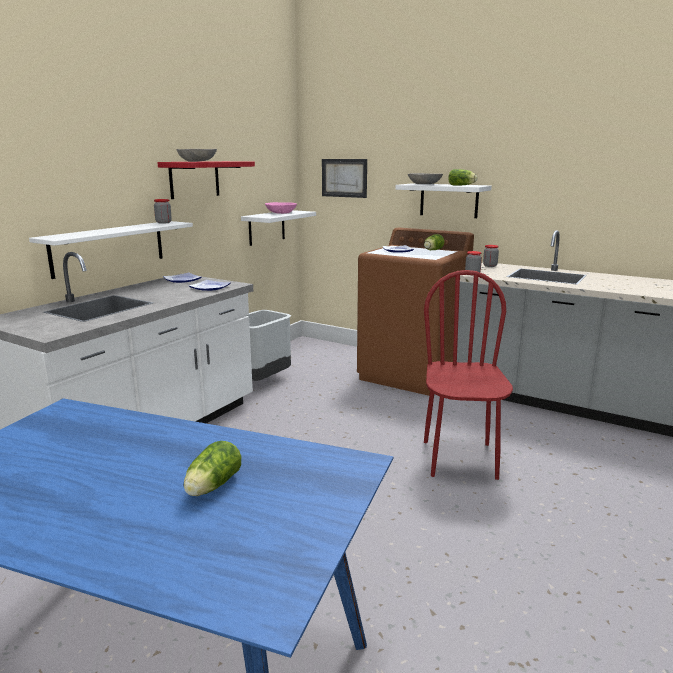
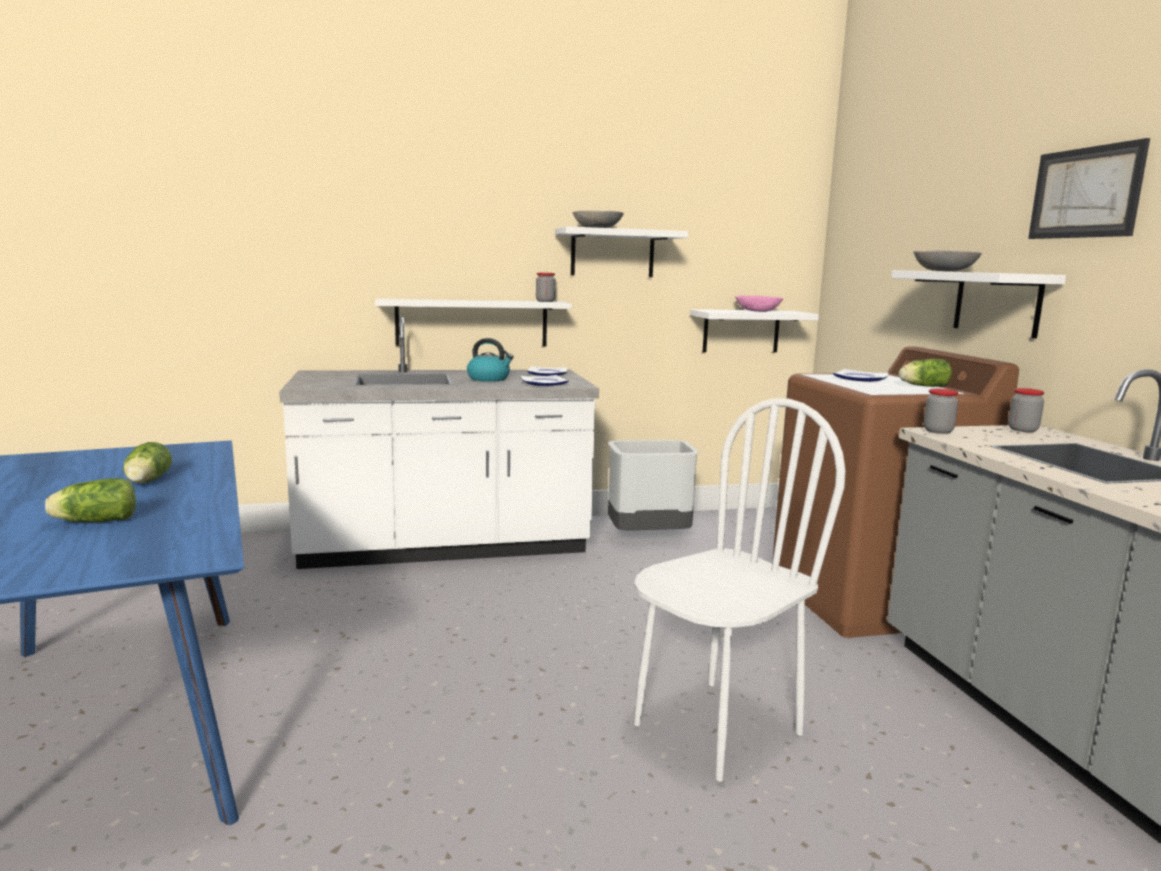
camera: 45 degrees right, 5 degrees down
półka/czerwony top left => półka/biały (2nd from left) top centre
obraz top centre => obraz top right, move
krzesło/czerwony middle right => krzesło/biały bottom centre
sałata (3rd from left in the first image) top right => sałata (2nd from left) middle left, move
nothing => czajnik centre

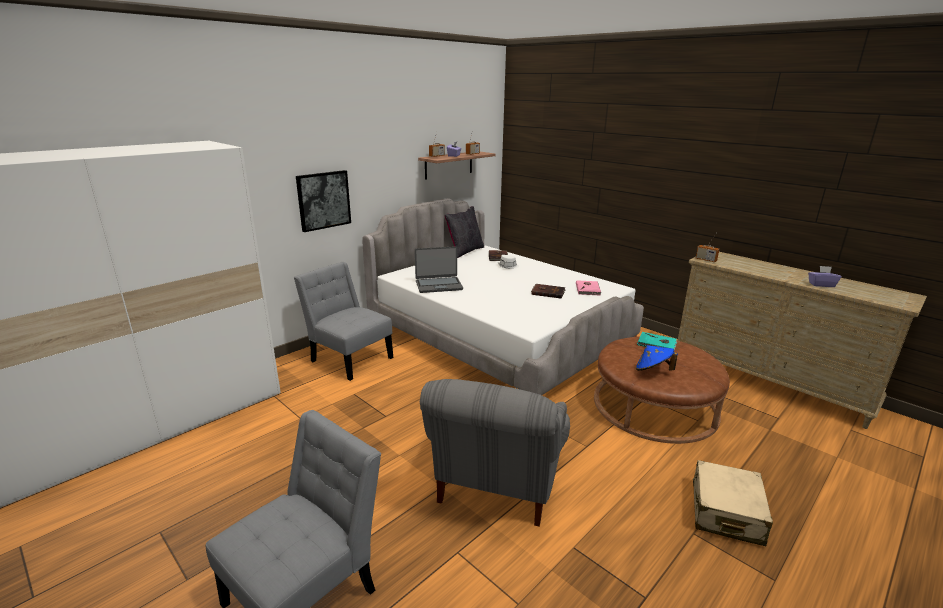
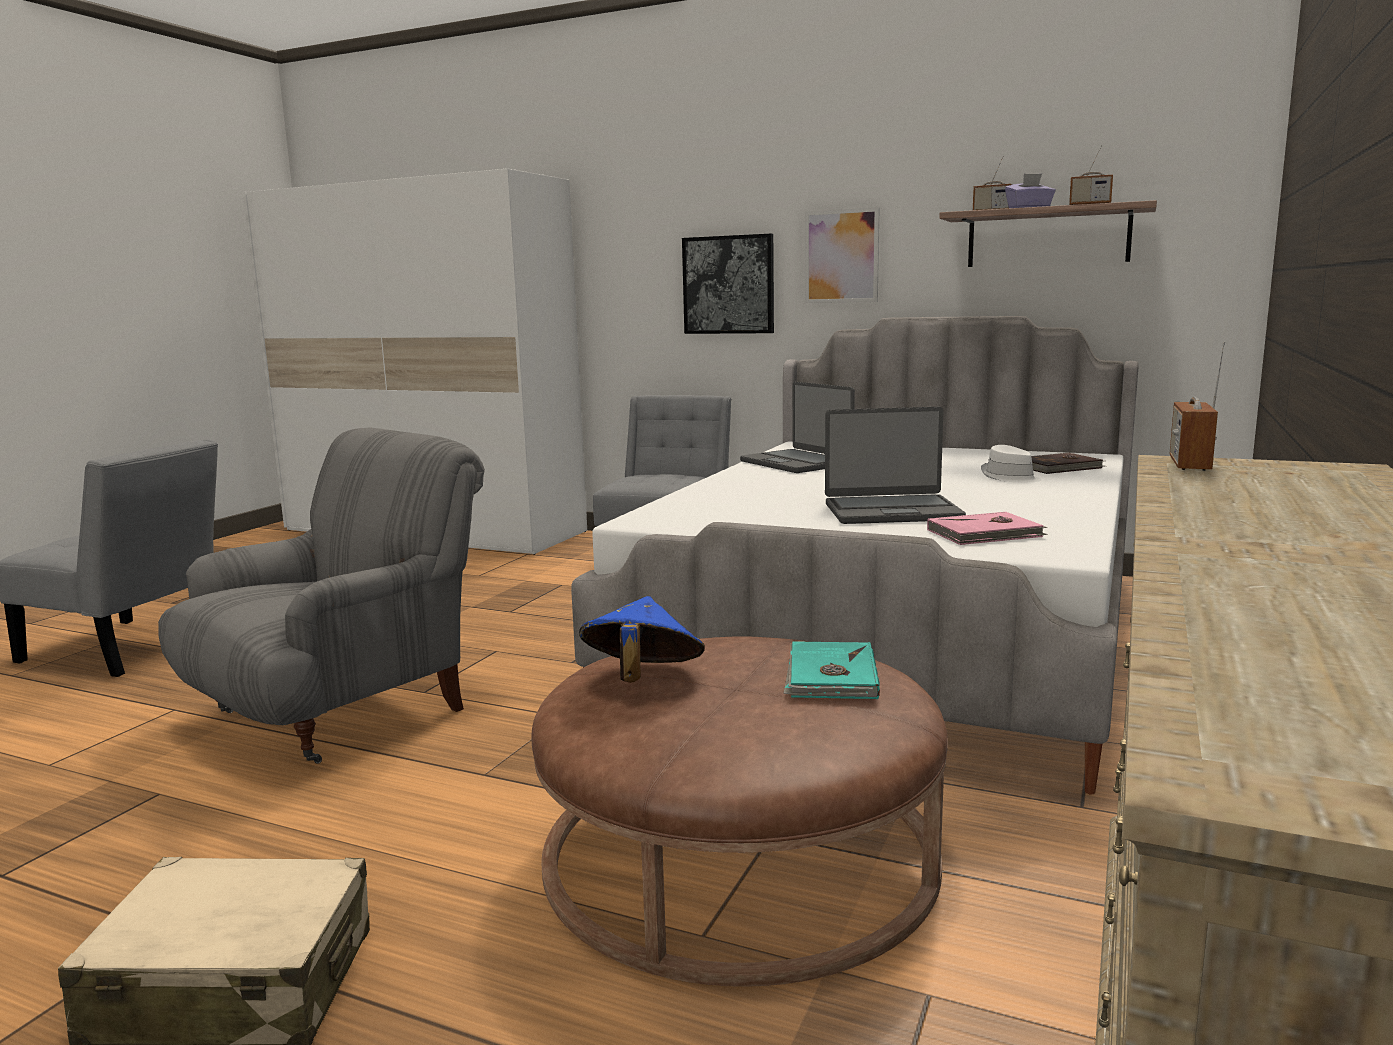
camera: 70 degrees right, 10 degrees down
fotel/szary bottom centre => fotel/szary middle left, 135 degrees clockwise
poduszka/czarny centre => nothing
książka/brązowy (2nd from left) centre => laptop (2nd from left) centre
pudełko chusteczek/fioletowy (2nd from left) middle right => nothing
nothing => obraz (2nd from left) top centre

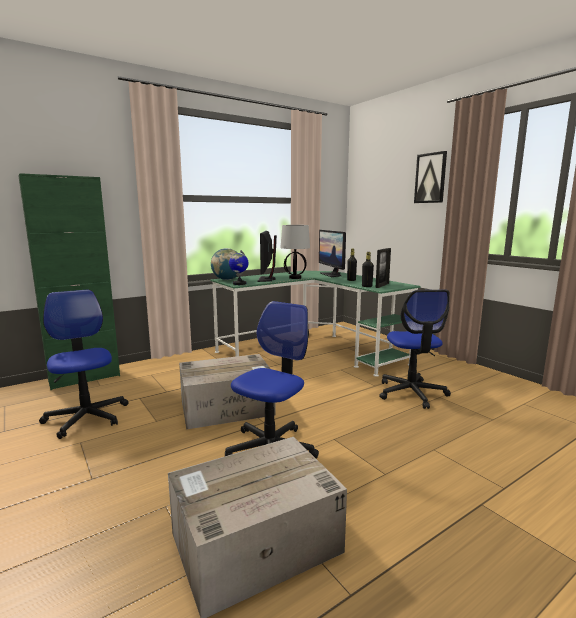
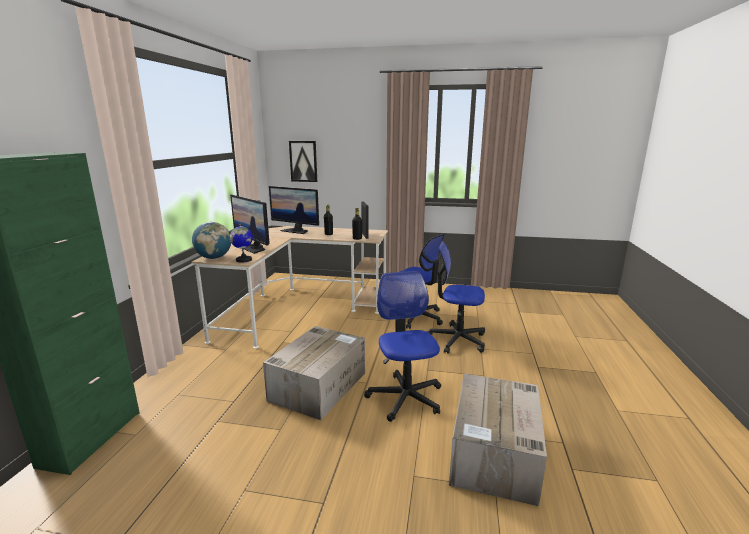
camera: 45 degrees left, 5 degrees up
krzesło biurowe (1st from left in the first image) middle left => krzesło biurowe (3rd from left) centre, move
biurko/zielony centre => biurko/beżowy centre
lampa stołowa centre => nothing
obraz top right => obraz top centre, move

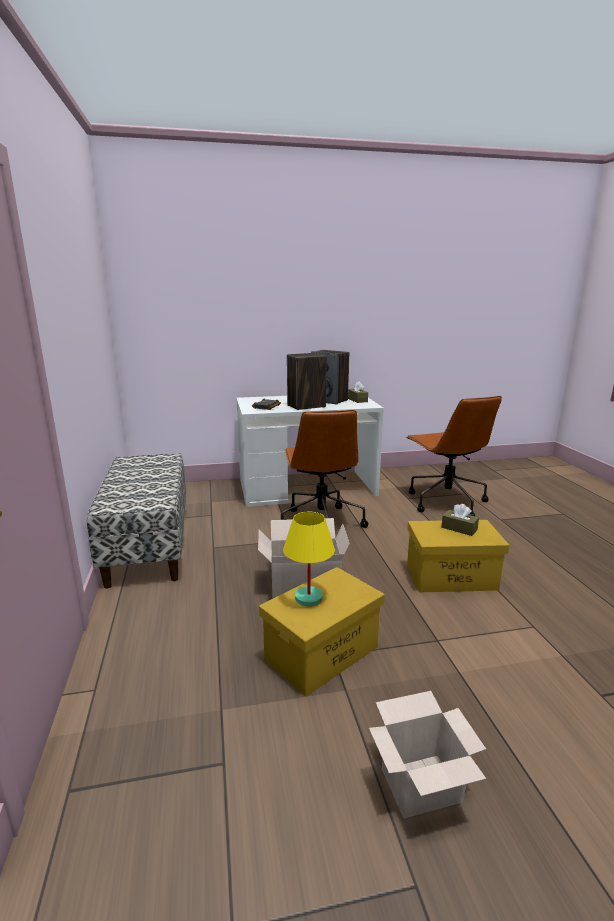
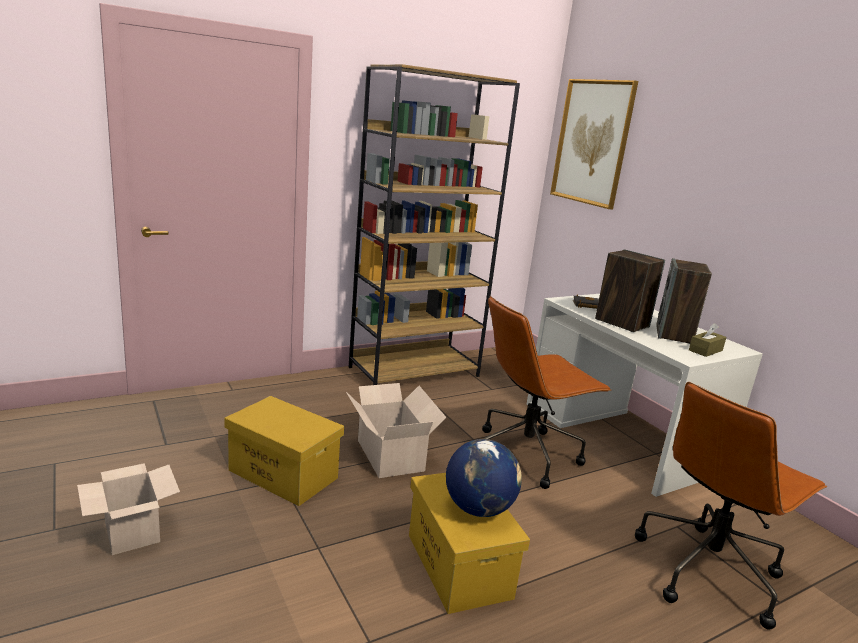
camera: 70 degrees right, 0 degrees up
ławka middle left => regał/brązowy centre
lampa stołowa/żółty centre => nothing
pudełko chusteczek/brązowy (2nd from left) middle right => globus bottom centre
nothing => obraz top right

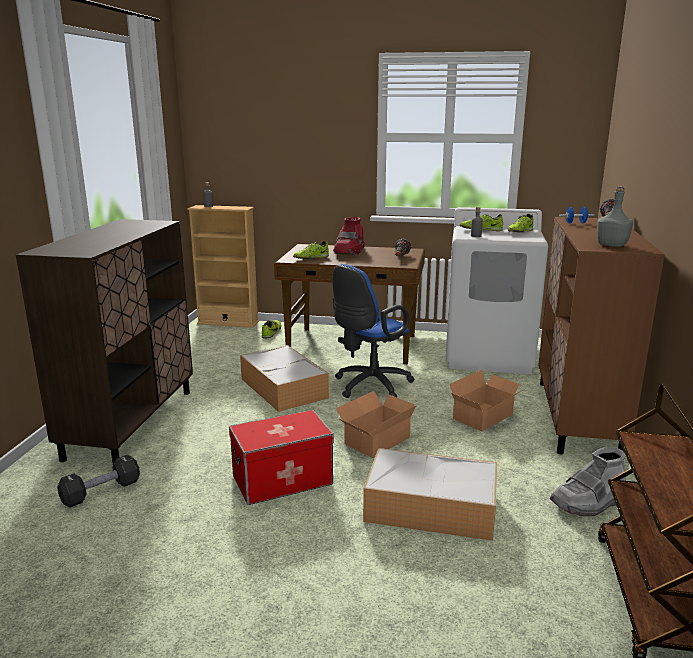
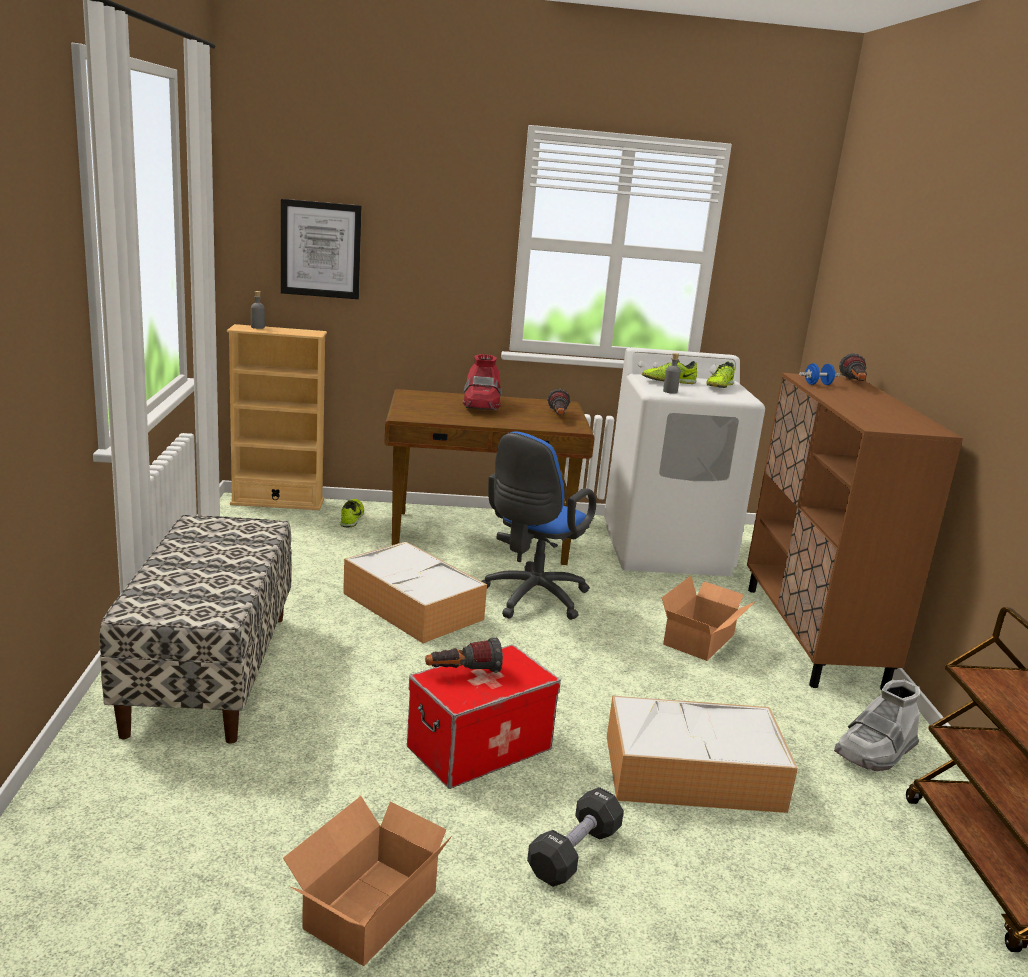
camera: 15 degrees left, 0 degrees up
szafka/brązowy (1st from left) middle left => ławka middle left
hantel/czarny bottom left => hantel/czarny bottom centre, move
but (2nd from left) centre => nothing
karton (1st from left) centre => karton (1st from left) bottom centre, move
butelka/szary (3rd from left) top right => nothing
nothing => obraz top left
nothing => latarka (1st from left) bottom centre

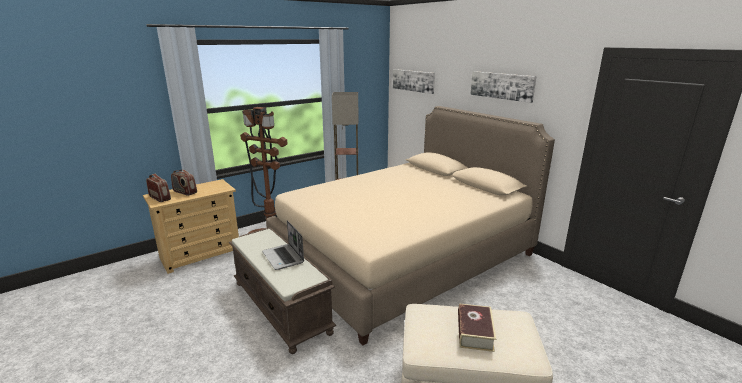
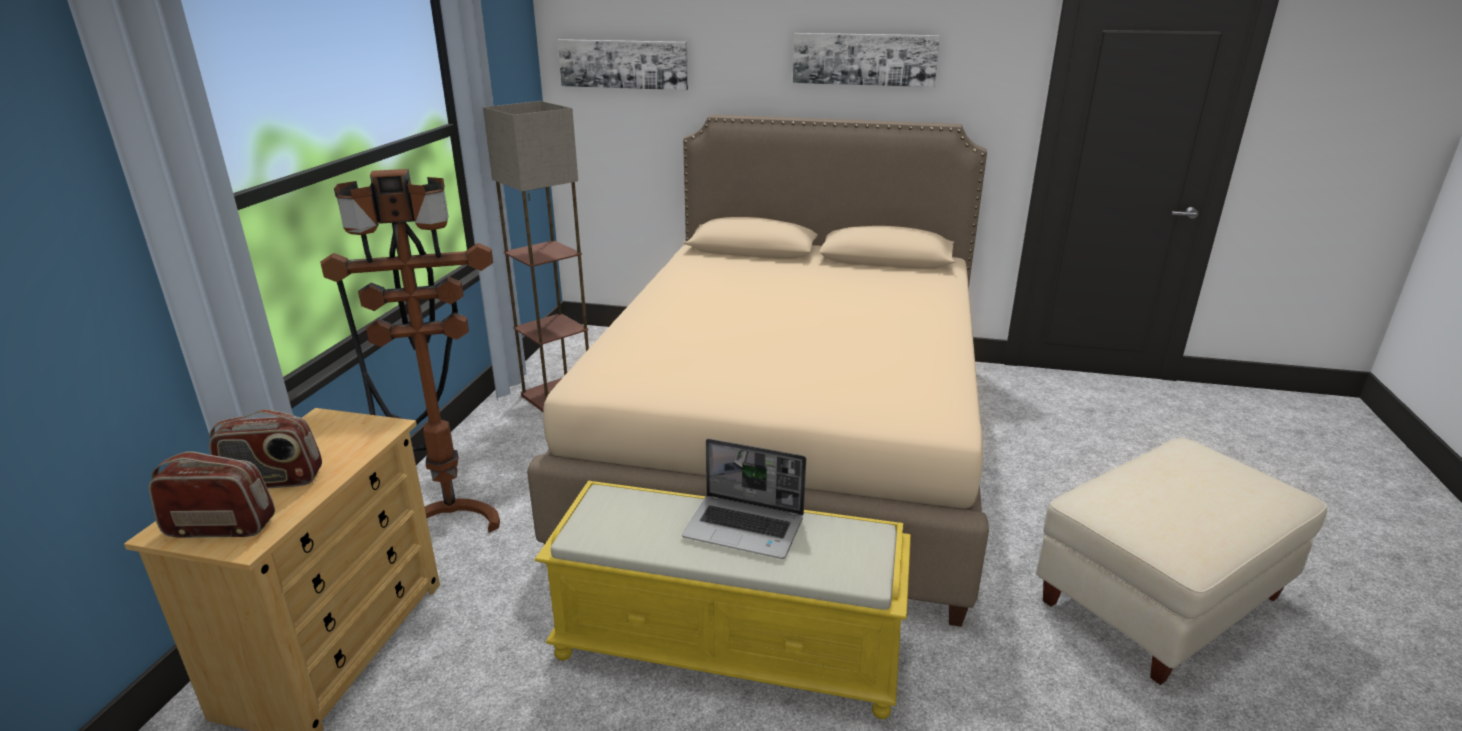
camera: 40 degrees left, 5 degrees up
ławka/brązowy bottom centre => ławka/żółty bottom centre
książka bottom centre => nothing

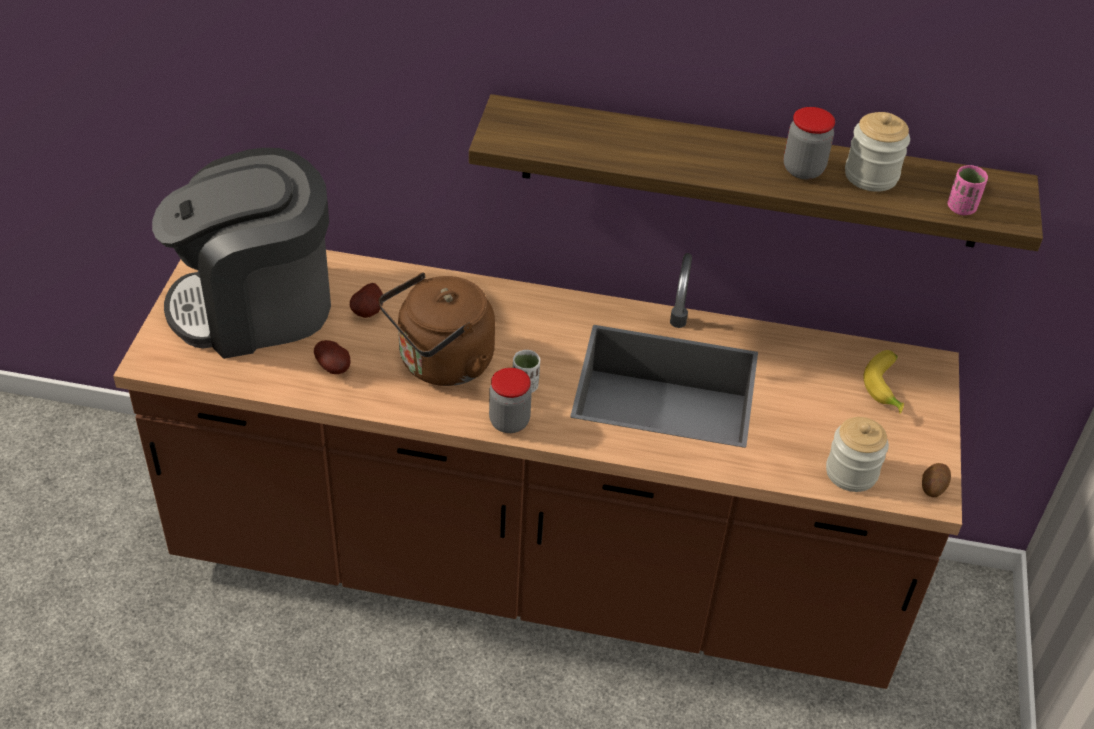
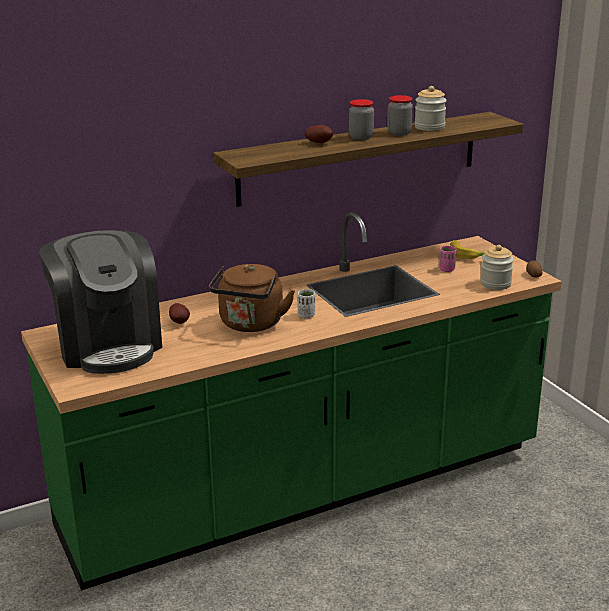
camera: 35 degrees left, 20 degrees down
zabudowa kuchenna/brązowy centre => zabudowa kuchenna/zielony centre
ekspres do kawy middle left, 60 degrees counterclockwise
ziemniak (1st from left in the first image) middle left => ziemniak (2nd from left) top centre, move
słoik (1st from left) centre => słoik (1st from left) top centre, move
filiżanka/różowy top right => filiżanka/różowy middle right, move

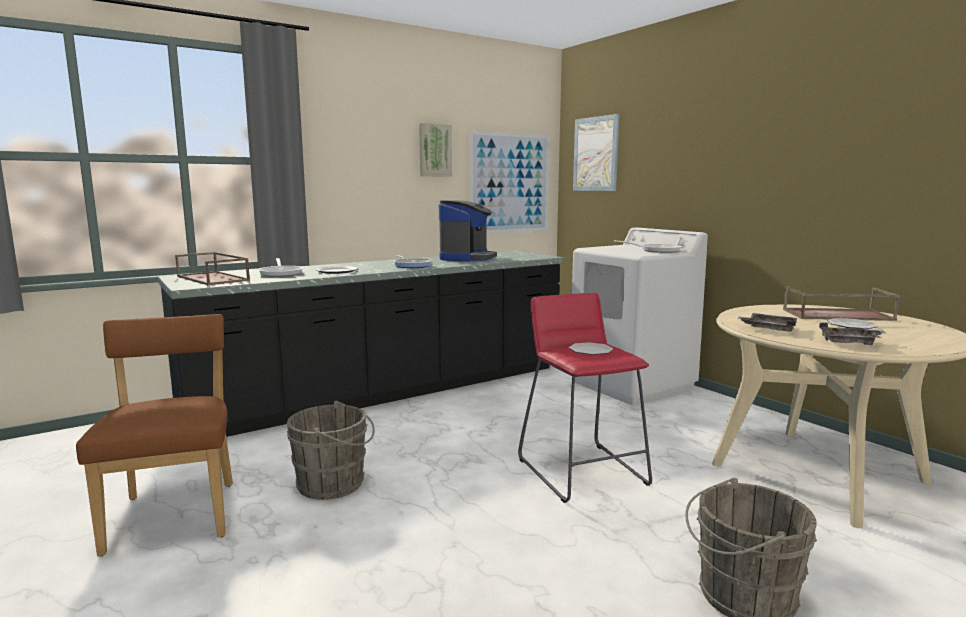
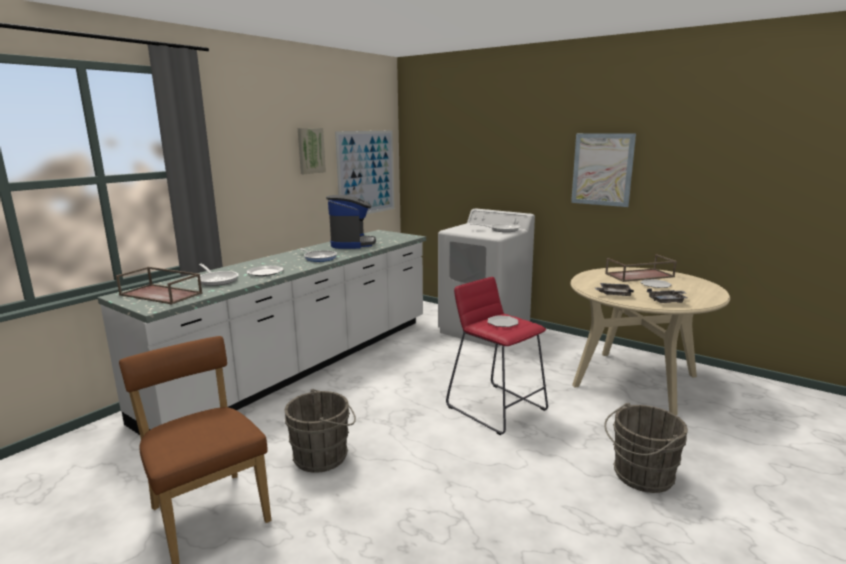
camera: 20 degrees left, 5 degrees up
zabudowa kuchenna/czarny centre => zabudowa kuchenna/biały middle left
obraz (3rd from left) top centre => obraz (3rd from left) top right, move

